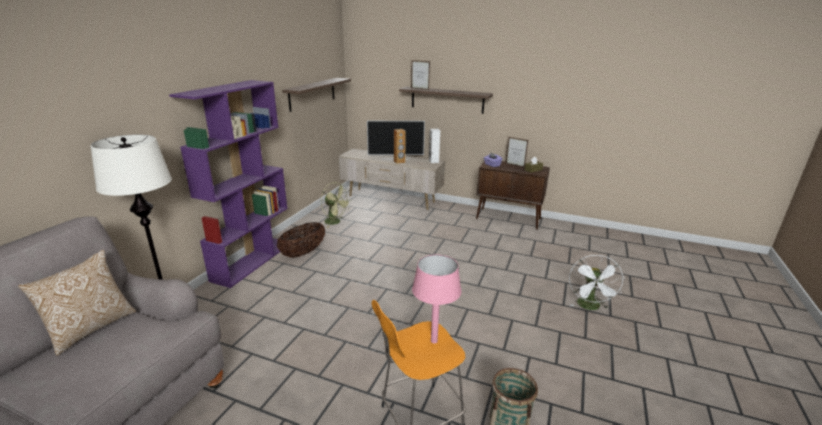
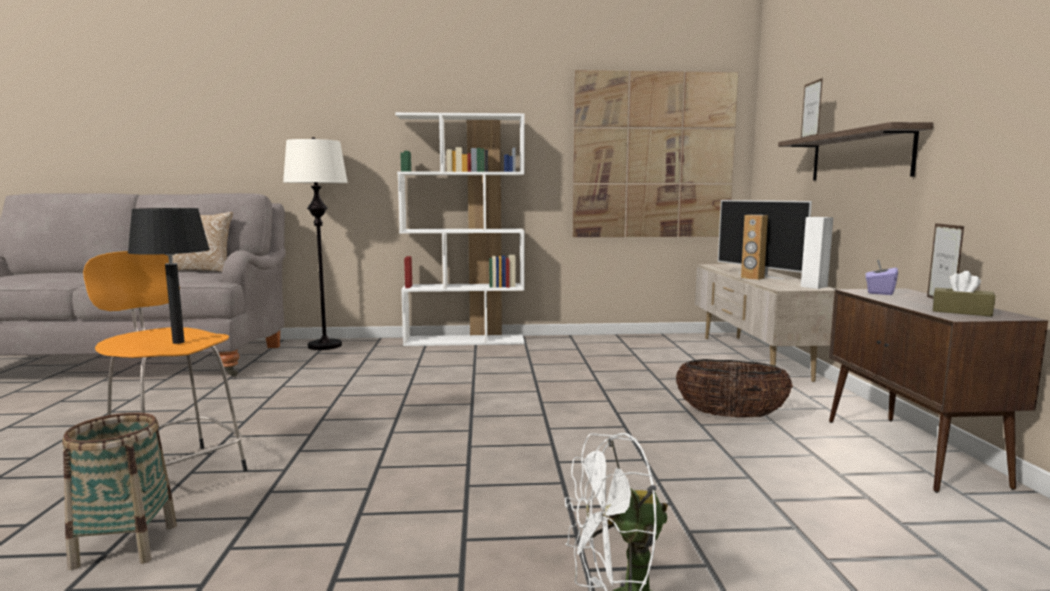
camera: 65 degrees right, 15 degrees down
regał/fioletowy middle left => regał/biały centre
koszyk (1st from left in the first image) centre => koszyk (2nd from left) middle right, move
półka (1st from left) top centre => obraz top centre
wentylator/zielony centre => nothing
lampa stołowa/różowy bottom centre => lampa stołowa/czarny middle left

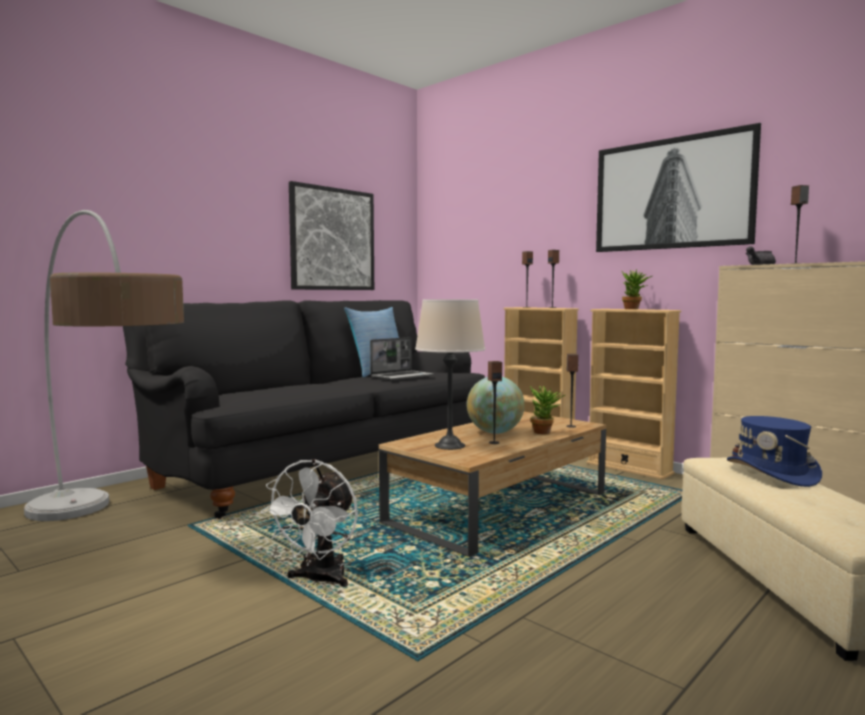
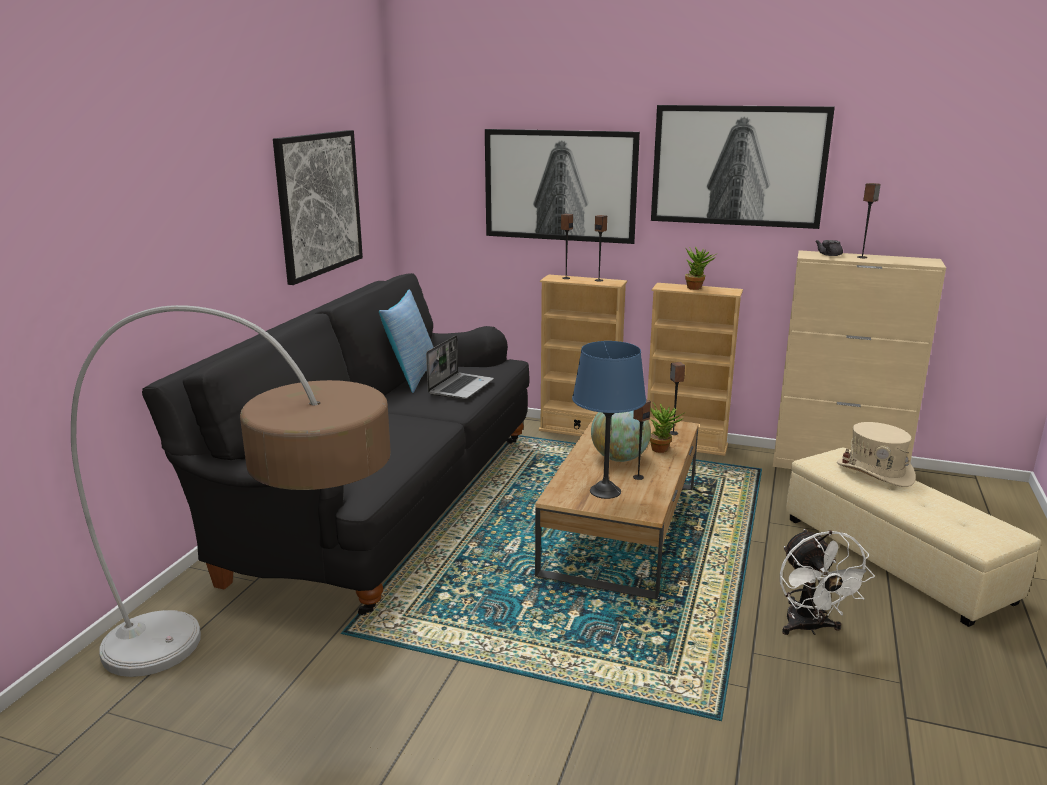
camera: 25 degrees left, 15 degrees up
wentylator/biały bottom centre => wentylator/biały bottom right, move
lampa stołowa/beżowy centre => lampa stołowa/niebieski centre
kapelusz/niebieski middle right => kapelusz/beżowy middle right
nothing => obraz (2nd from left) top centre

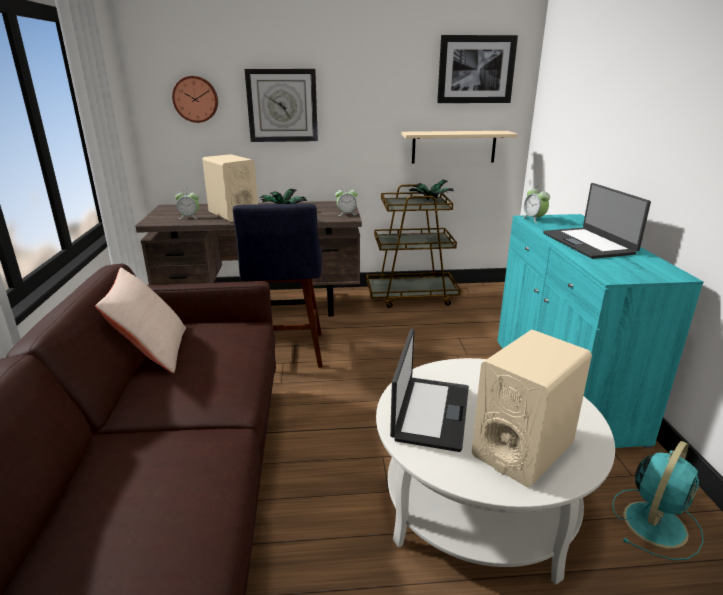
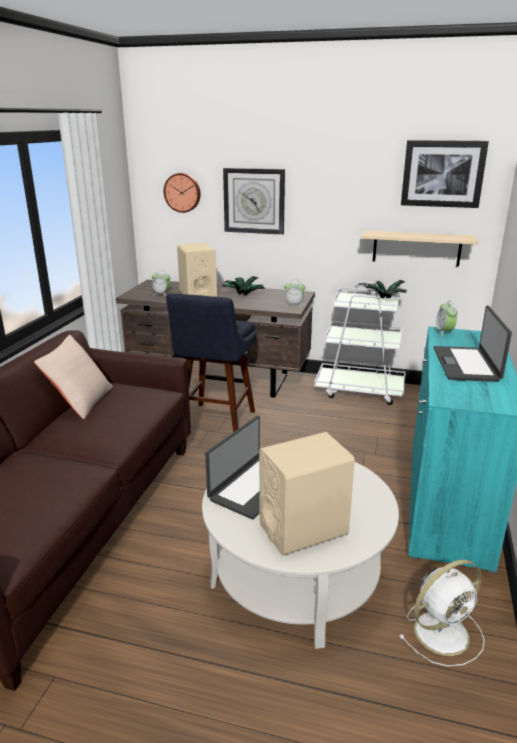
camera: 20 degrees right, 0 degrees up
wózek/brązowy centre => wózek/biały middle right
wentylator/turkusowy bottom right => wentylator/biały bottom right

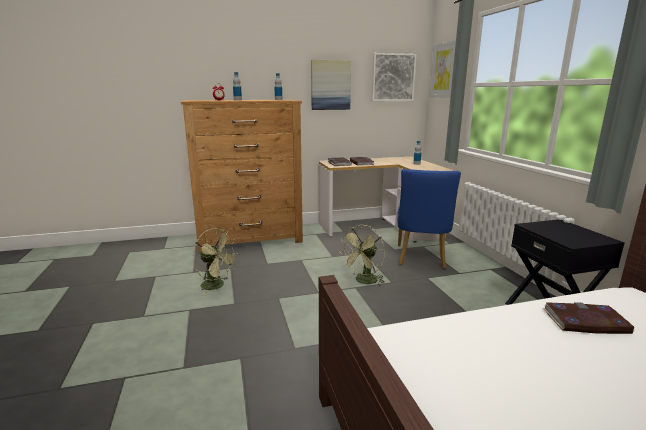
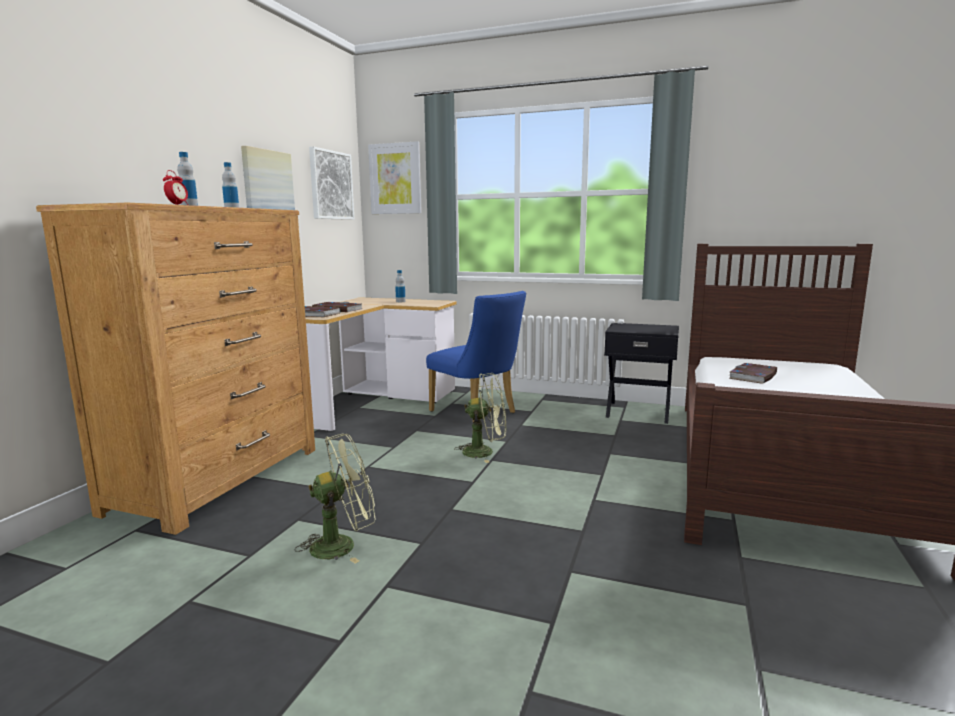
camera: 55 degrees left, 5 degrees down
wentylator/zielony (2nd from left) centre, 75 degrees counterclockwise

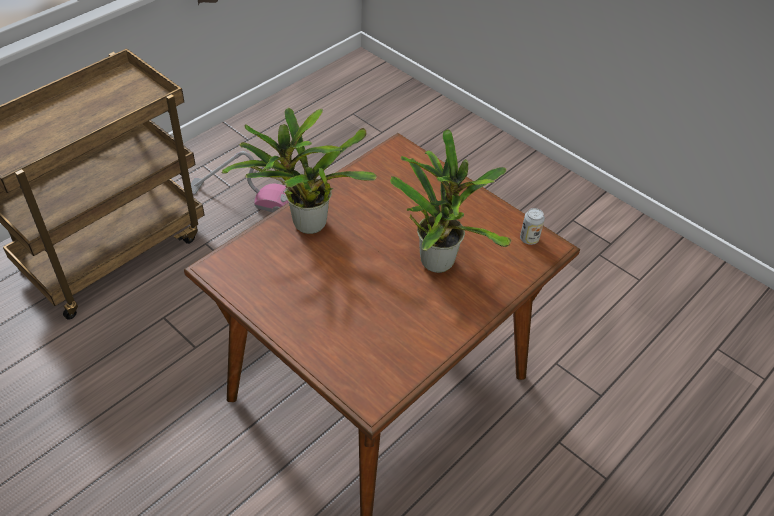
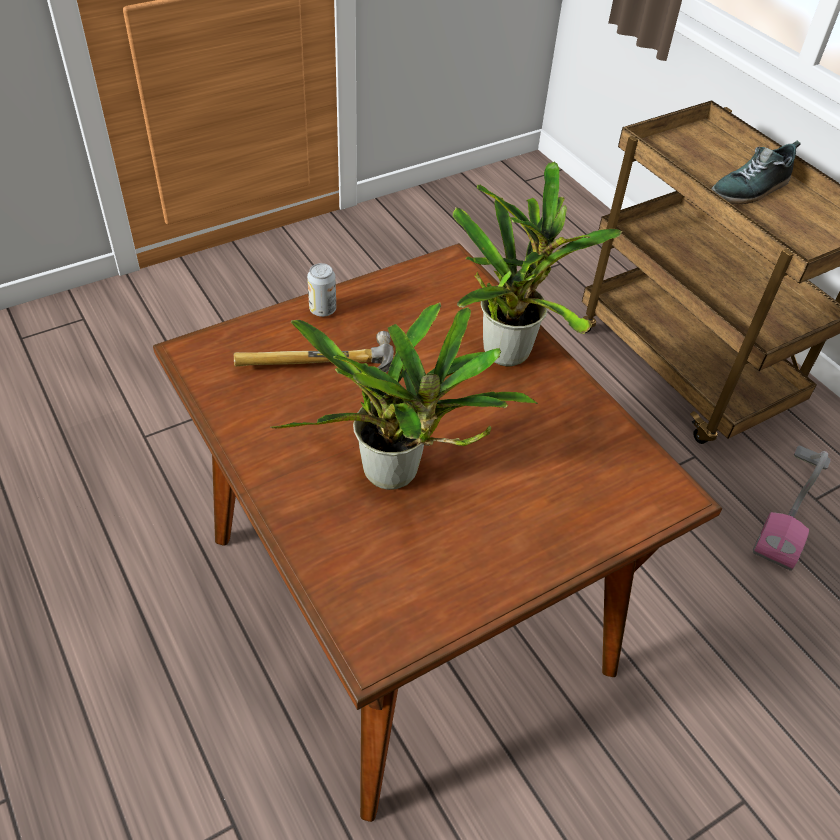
camera: 105 degrees right, 0 degrees up
puszka middle right => puszka centre, move
nothing => młotek centre
nothing => but top right

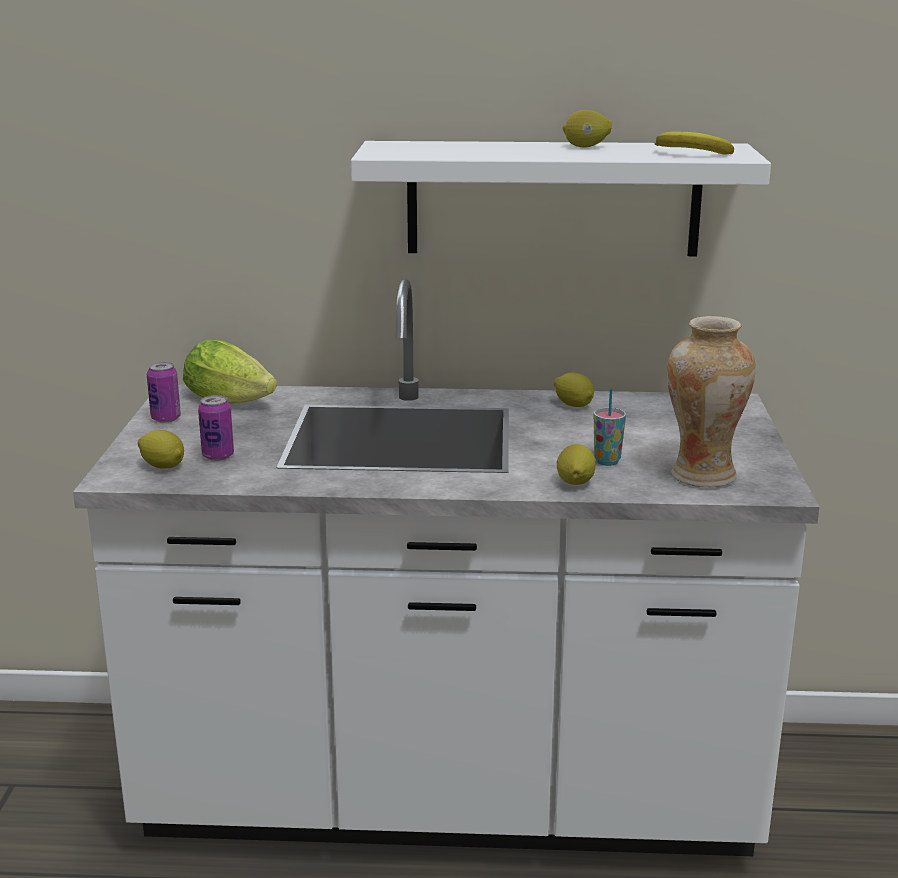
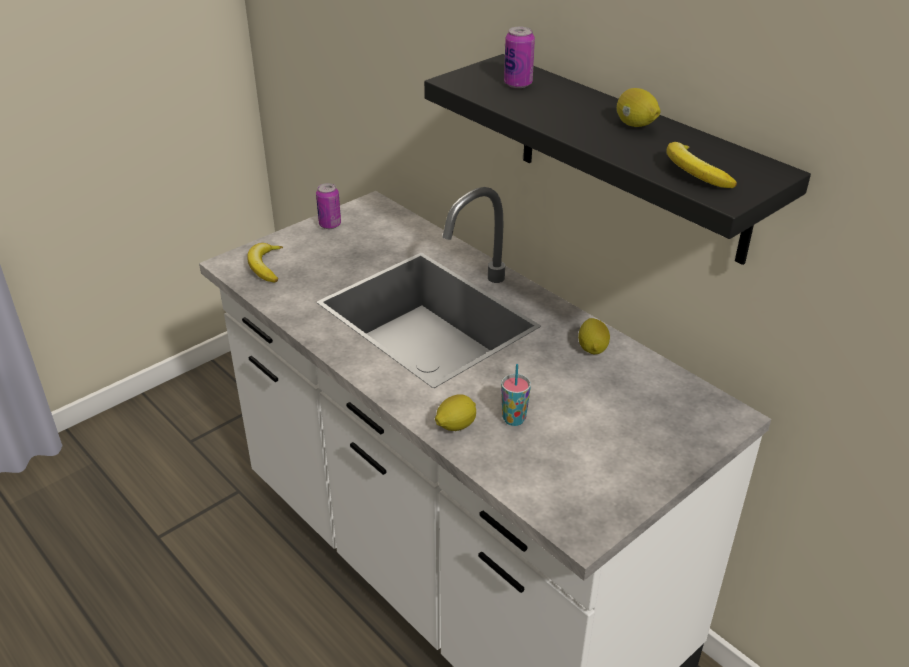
camera: 45 degrees right, 15 degrees up
cytryna (1st from left) middle left => banan (1st from left) middle left
sałata middle left => nothing
puszka (2nd from left) middle left => puszka (2nd from left) top centre, move
półka/biały top centre => półka/czarny top right
wazon middle right => nothing

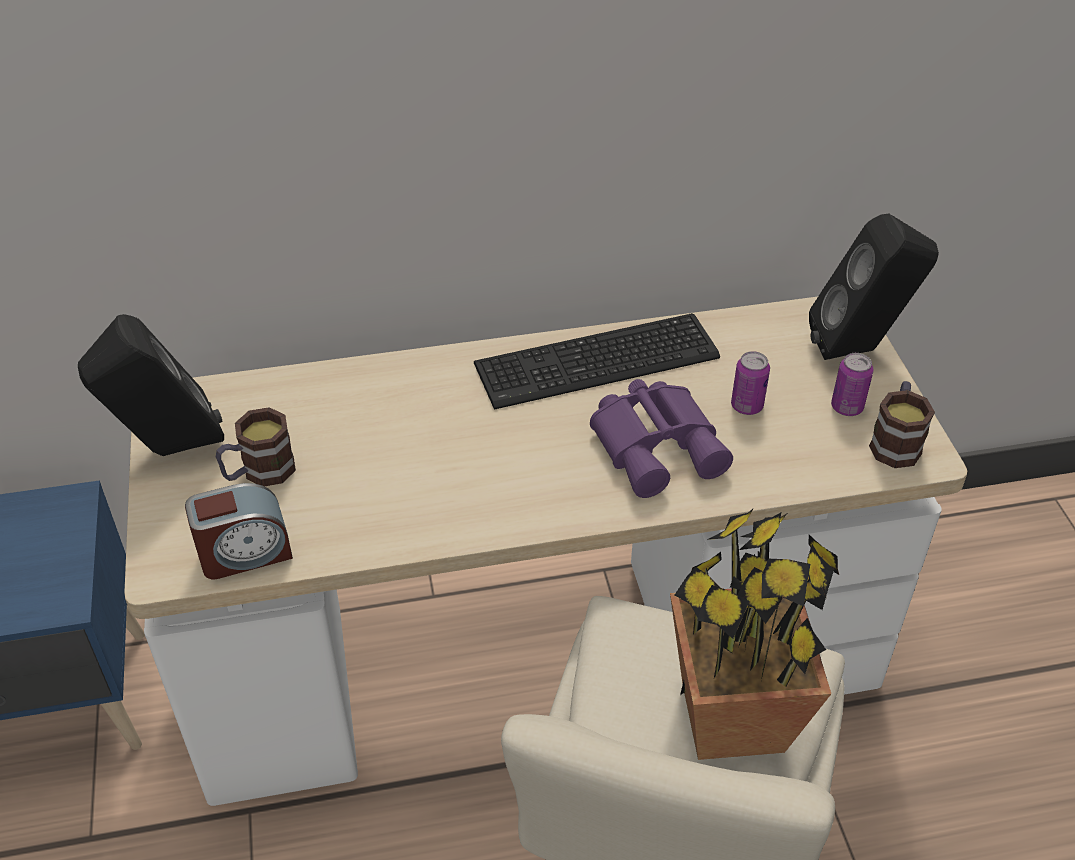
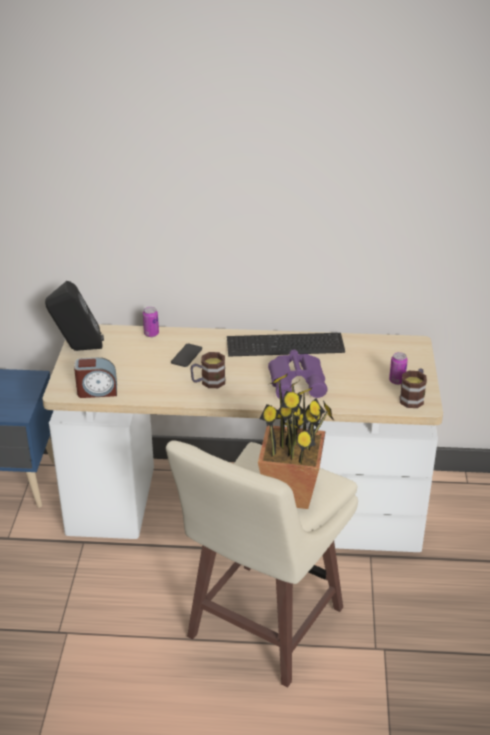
camera: 15 degrees right, 10 degrees down
kubek (1st from left) middle left => kubek (1st from left) centre, move
puszka (1st from left) middle right => puszka (1st from left) middle left, move
głośnik/czarny (2nd from left) top right => nothing
nothing => telefon centre

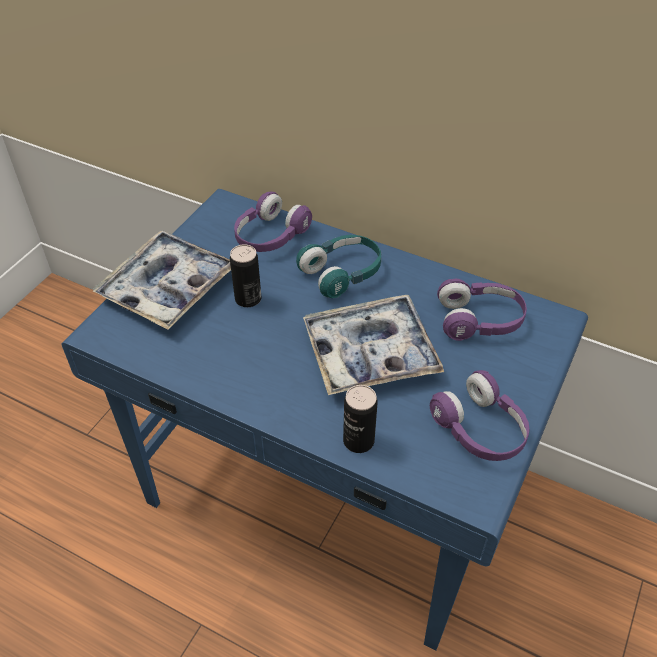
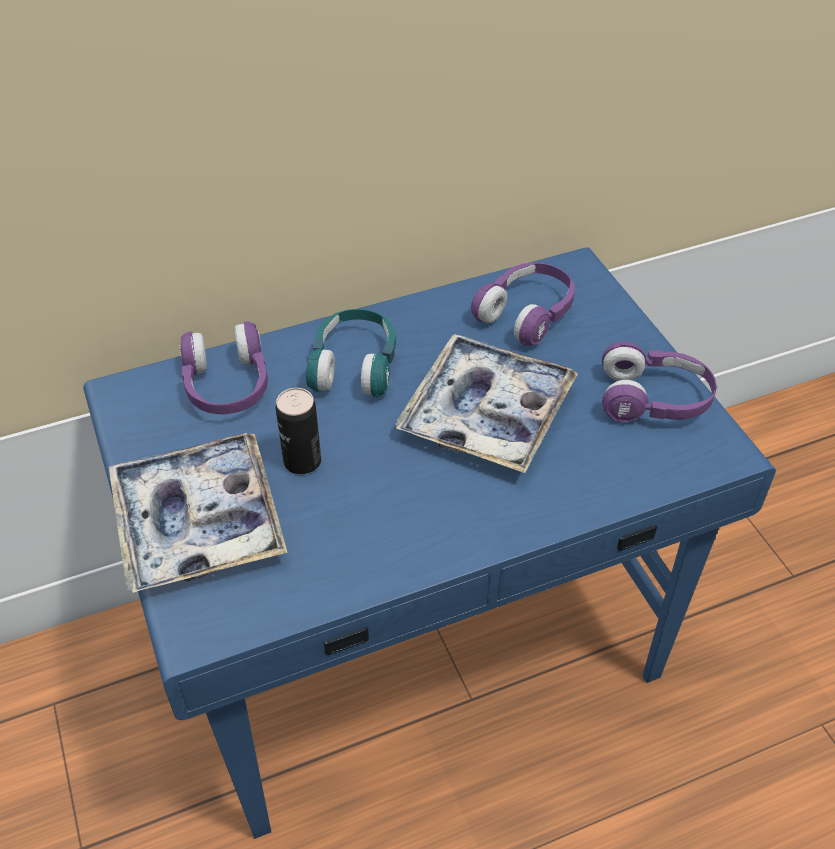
camera: 50 degrees left, 0 degrees up
puszka (2nd from left) centre => nothing

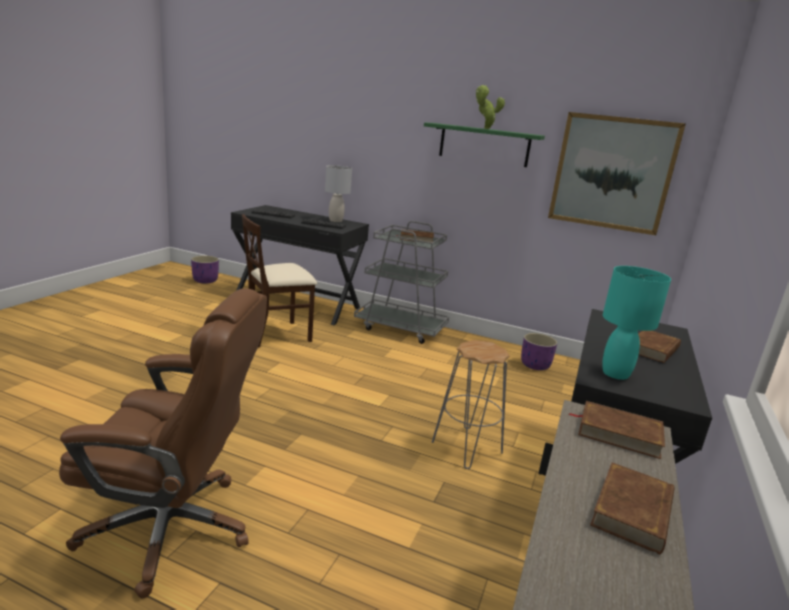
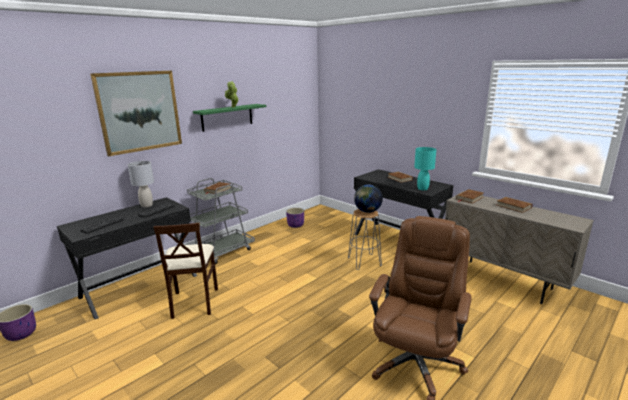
camera: 65 degrees left, 0 degrees up
obraz top right => obraz top left, move
nothing => globus centre

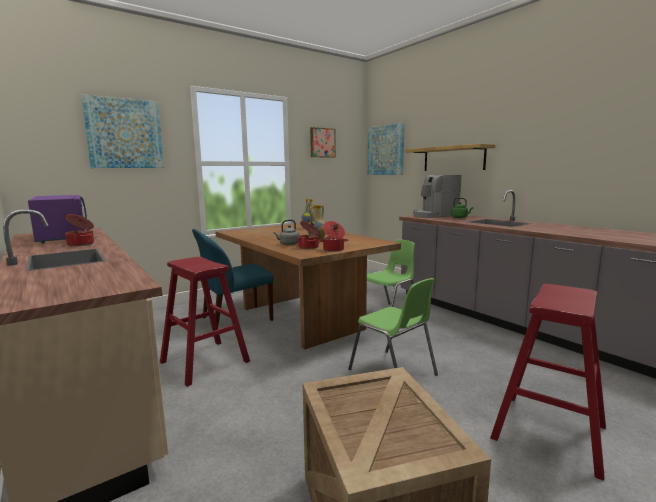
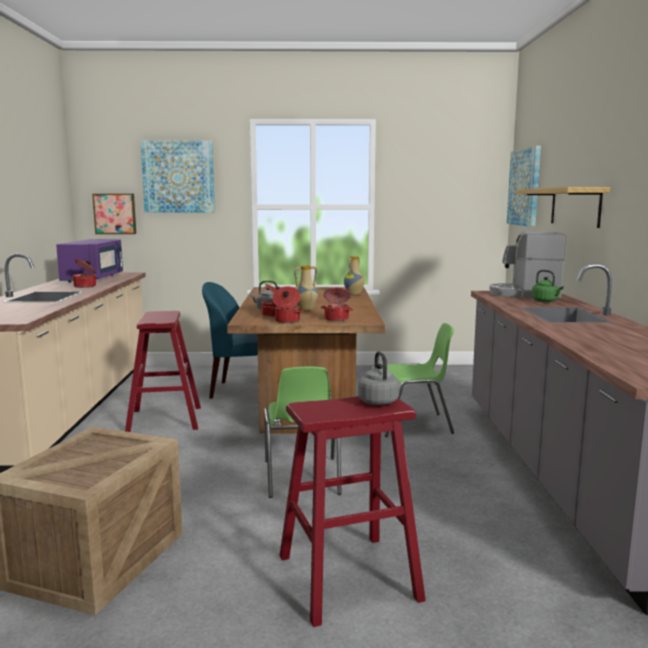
camera: 35 degrees right, 0 degrees up
obraz (2nd from left in the first image) top centre => obraz (1st from left) top left, move
nothing => garnek (4th from left) centre
nothing => czajnik/szary (2nd from left) centre

